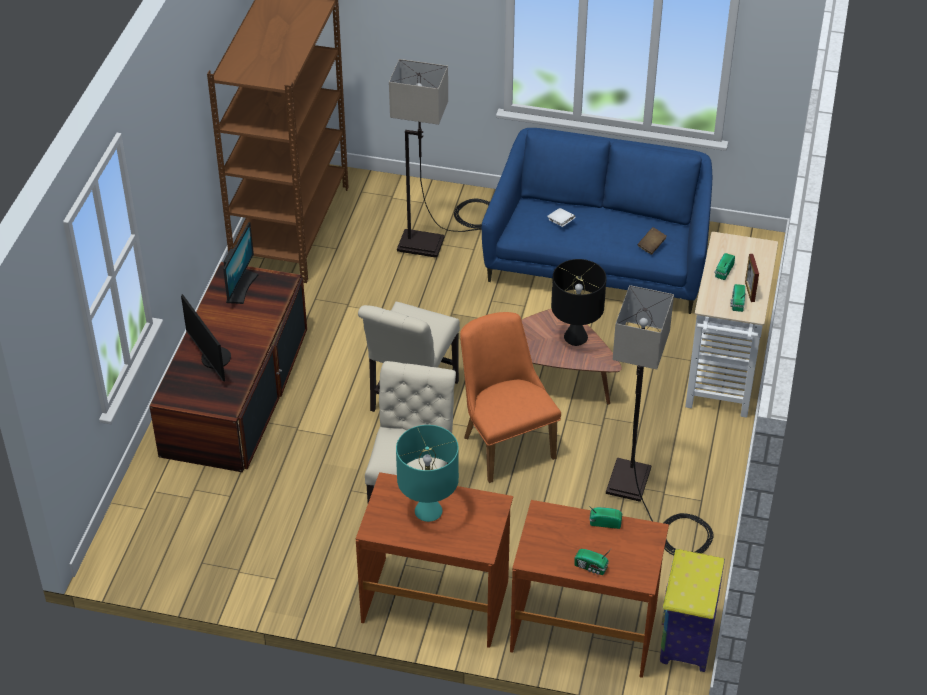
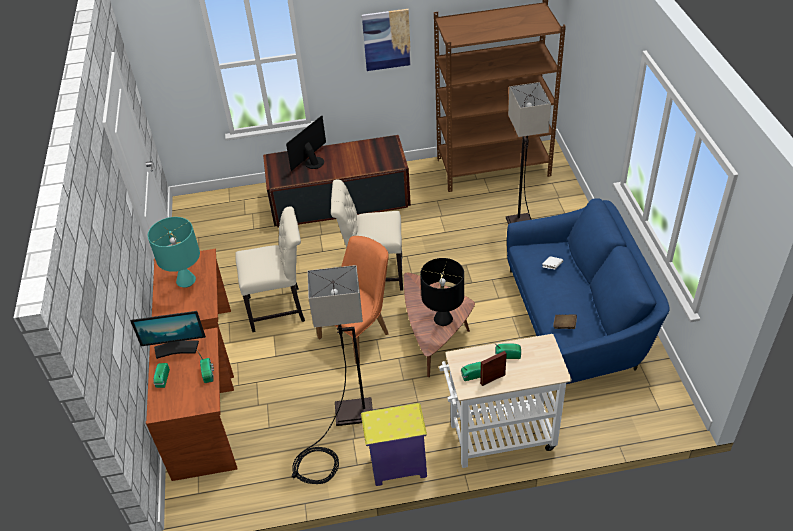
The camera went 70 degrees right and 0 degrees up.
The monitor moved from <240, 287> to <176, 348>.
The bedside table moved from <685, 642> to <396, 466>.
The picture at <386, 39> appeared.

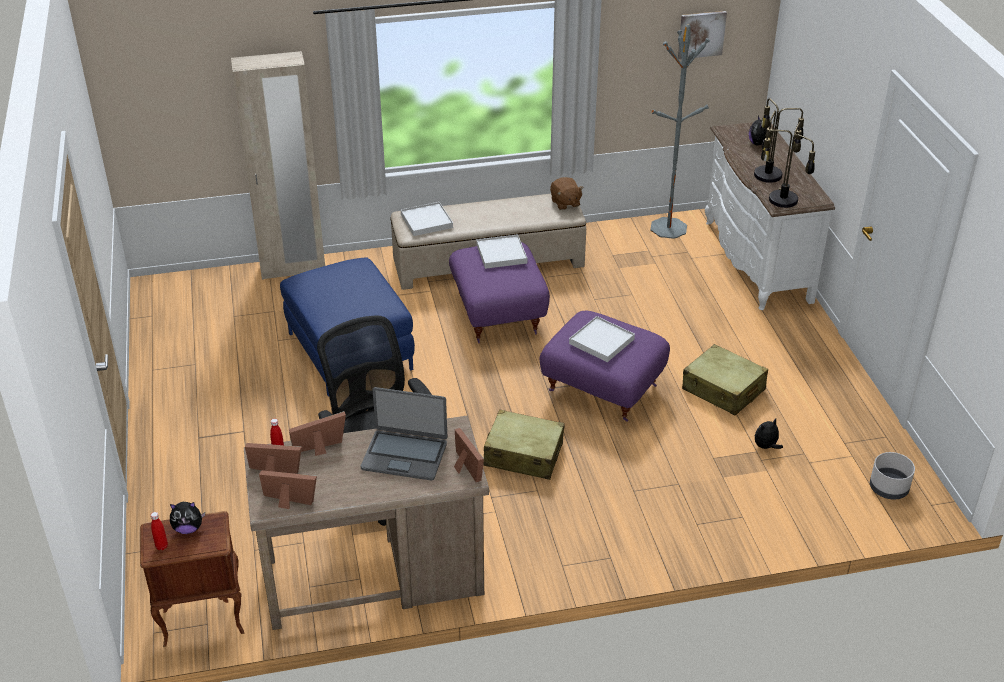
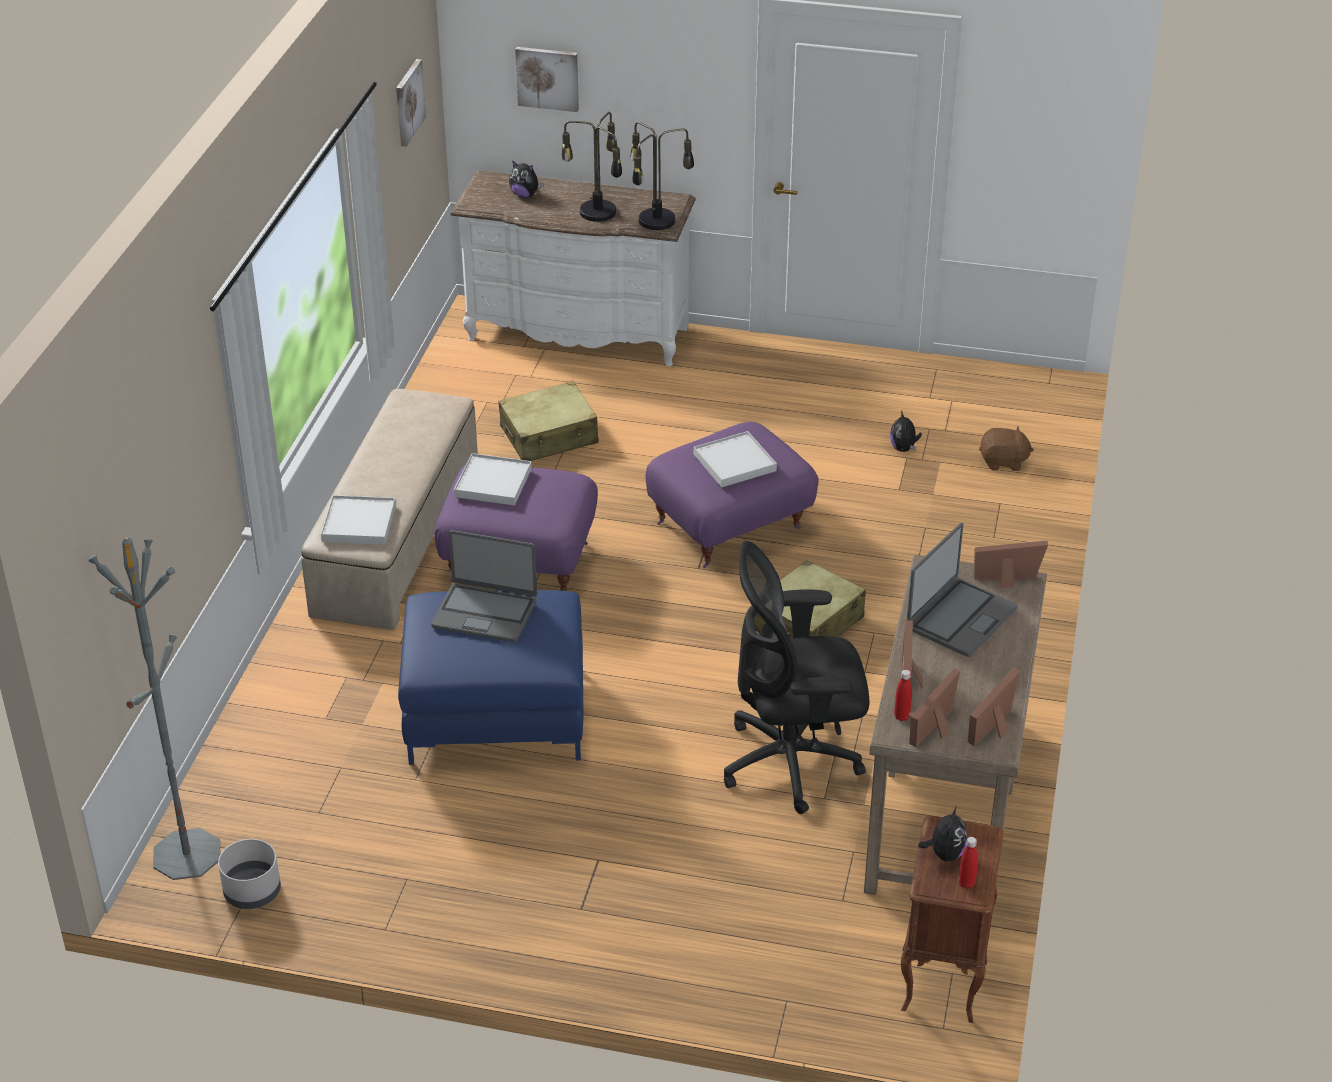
The camera went 65 degrees left and 0 degrees up.
The greyish garment rack moved from <668, 228> to <187, 854>.
The beige armoire at <293, 269> disappeared.
The brownish plush toy moved from <565, 203> to <1003, 462>.
The beige travel case moved from <723, 390> to <549, 436>.
The greyish planter moved from <888, 488> to <251, 891>.
The picture at <548, 78> appeared.
The laptop at <485, 613> appeared.

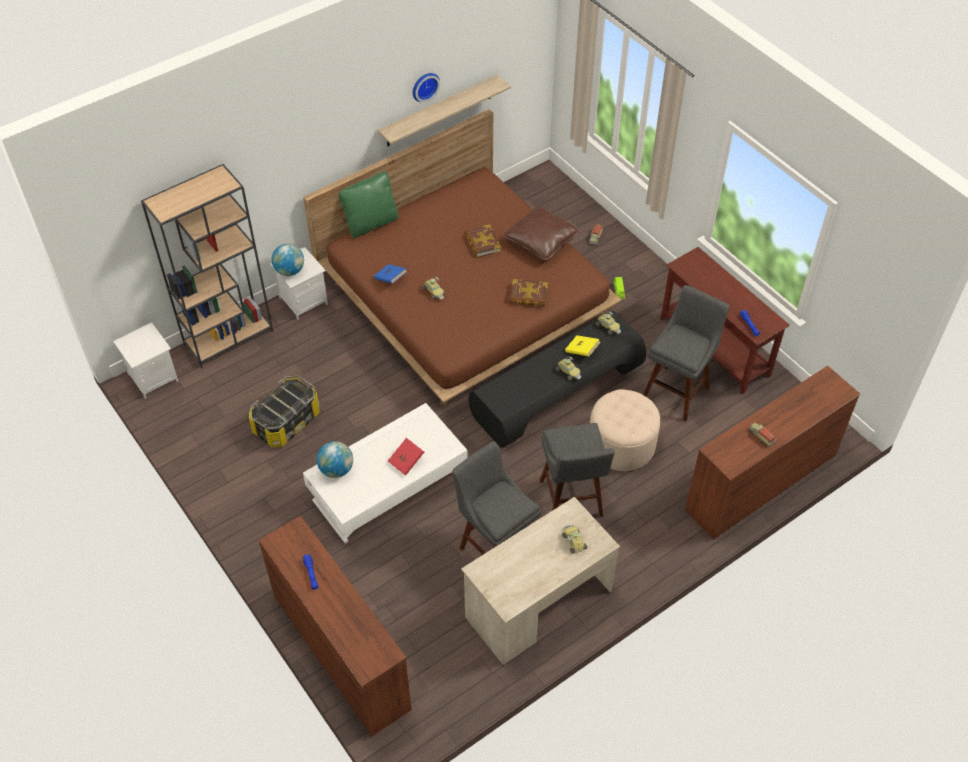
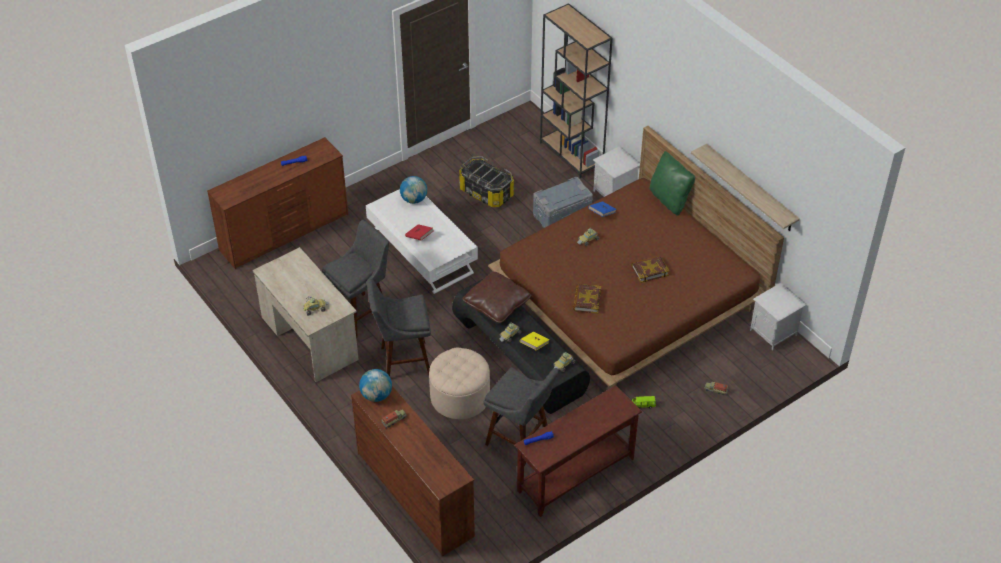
The camera went 90 degrees right and 5 degrees down.
The hanging clock at <424, 86> disappeared.
The brownish cushion moved from <541, 242> to <496, 304>.
The desk globe moved from <289, 271> to <376, 395>.
The greyish bedside table moved from <153, 377> to <774, 333>.
The greyish storage container at <562, 215> appeared.

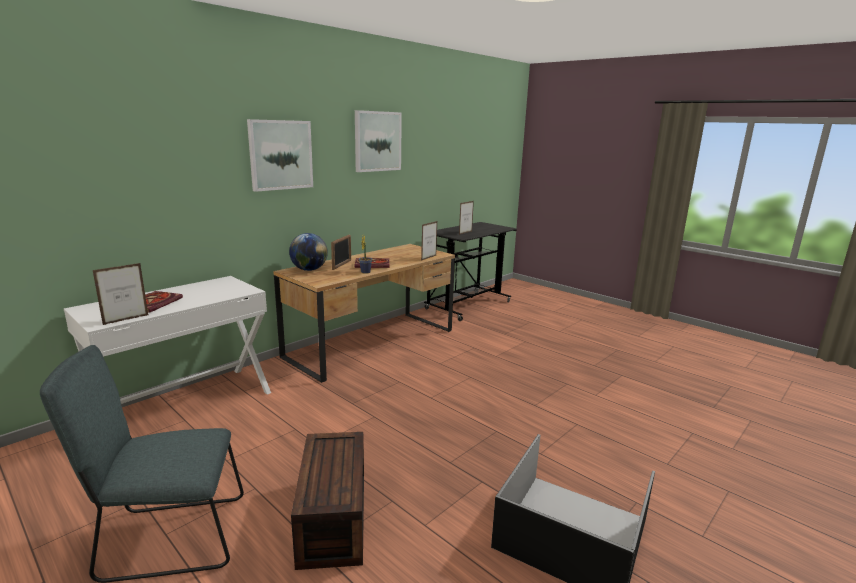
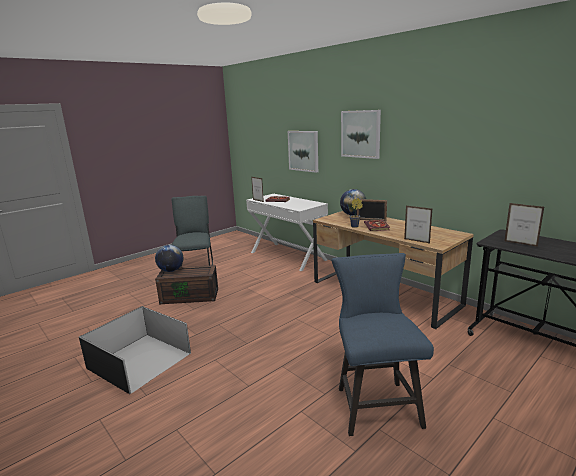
The camera went 95 degrees right and 0 degrees up.
The picture moved from <377, 141> to <303, 151>.
The desk globe at <171, 270> appeared.
The bluish plain chair at <375, 402> appeared.

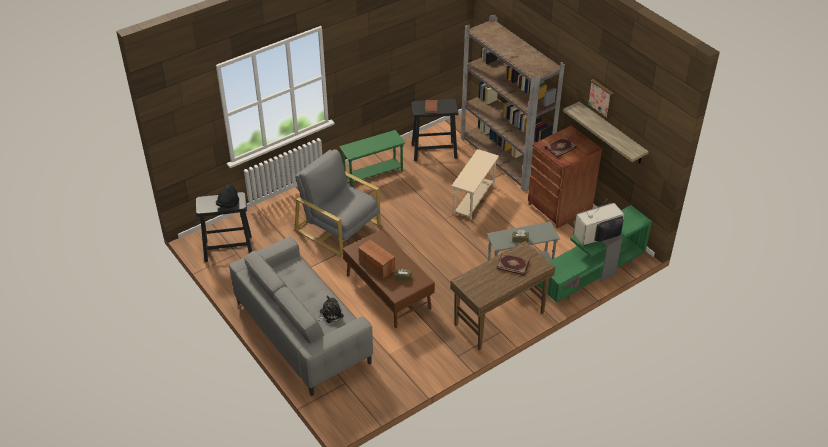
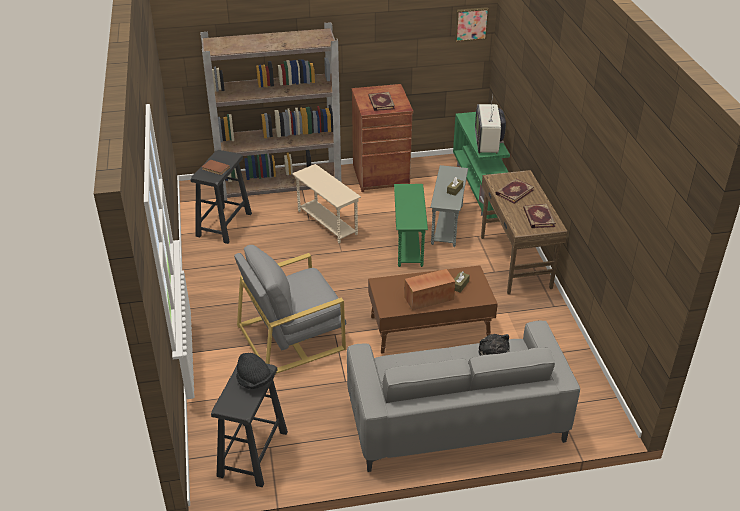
The camera went 65 degrees left and 5 degrees down.
The picture moved from <601, 98> to <471, 23>.
The bracket shelf at <611, 133> disappeared.
The green-coloured end table moved from <373, 173> to <408, 244>.
The book at <538, 217> appeared.

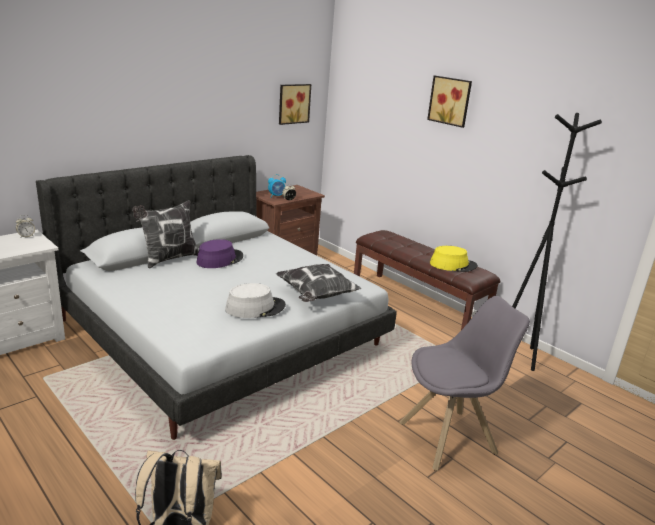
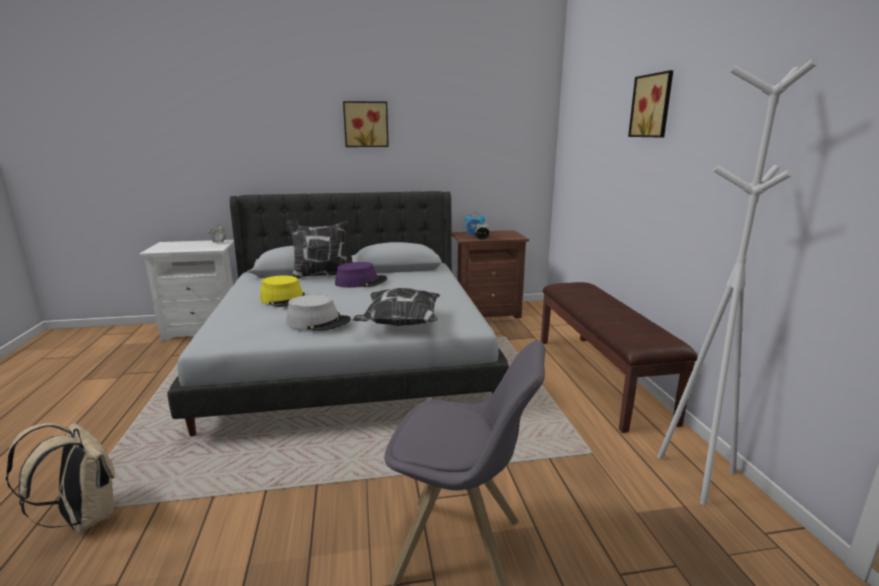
The camera went 35 degrees right and 5 degrees down.
The picture moved from <293, 103> to <366, 124>.
The black garment rack at <519, 356> became the white garment rack at <698, 477>.
The yellowish wearable hat moved from <453, 265> to <285, 299>.

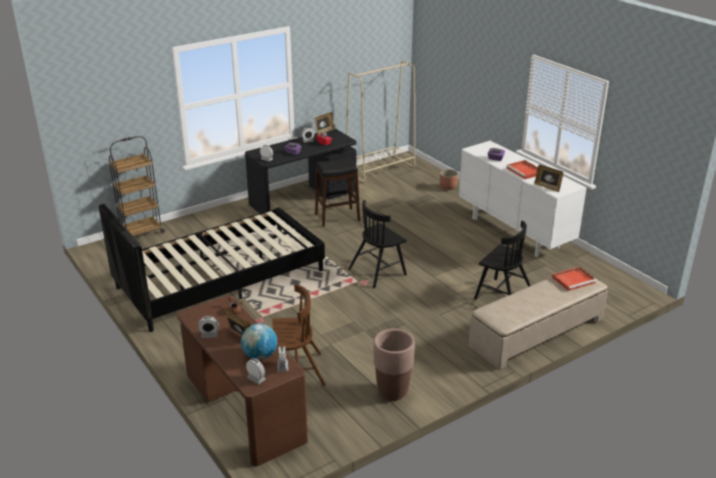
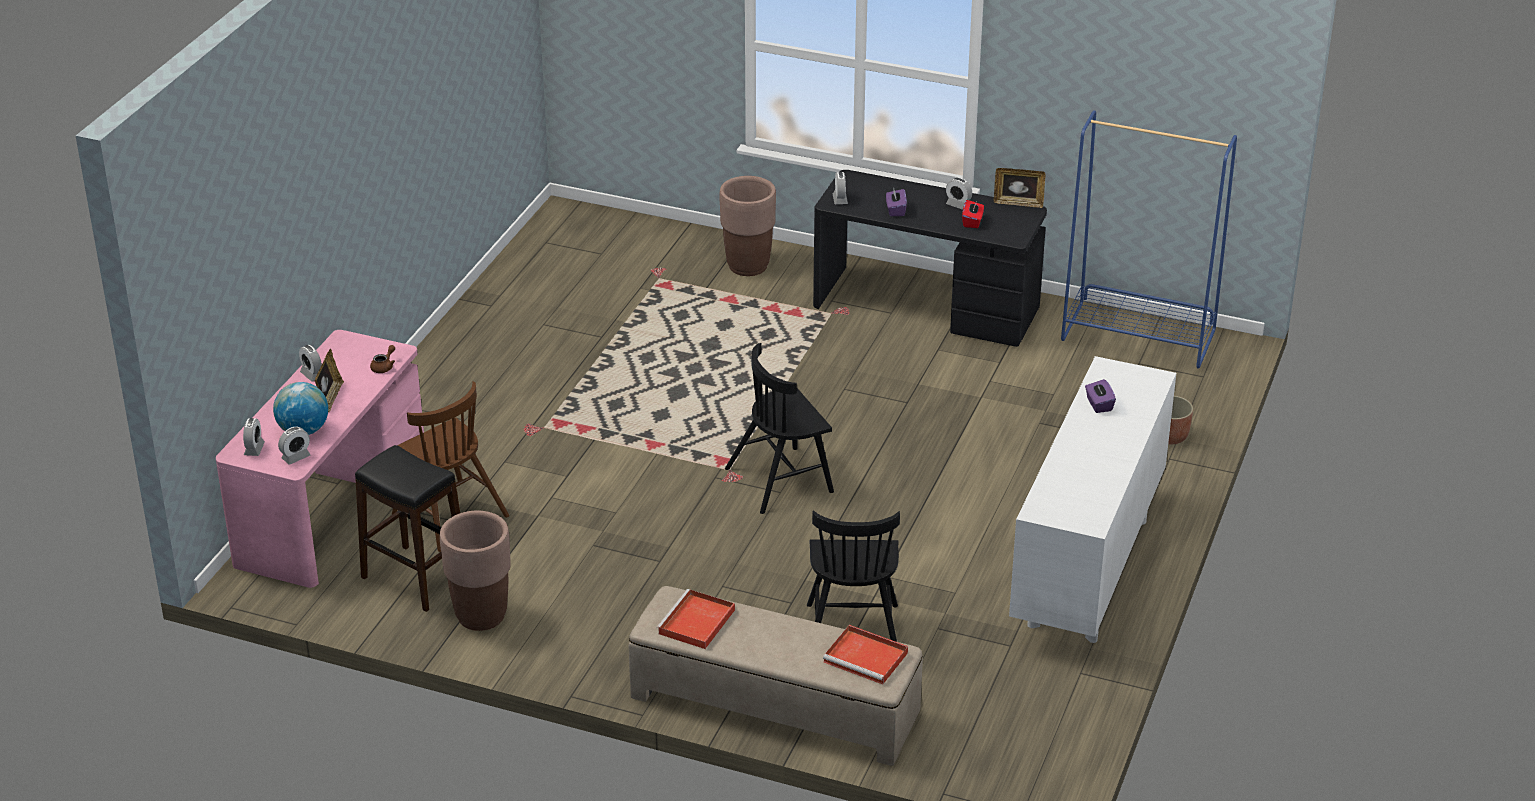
The camera went 55 degrees right and 5 degrees up.
The beige garment rack at <380, 169> became the bluish garment rack at <1138, 336>.
The brownish wheeled cart at <142, 234> disappeared.
The black sitting stool moved from <337, 217> to <415, 578>.
The red tray moved from <525, 171> to <696, 623>.
The picture frame at <547, 187> disappeared.
The black plain chair at <379, 271> turned 45 degrees counterclockwise.
The black sleeping bed at <220, 279> disappeared.
The brownish desk unit at <243, 408> became the pink desk unit at <331, 506>.
The brownish planter at <748, 266> appeared.

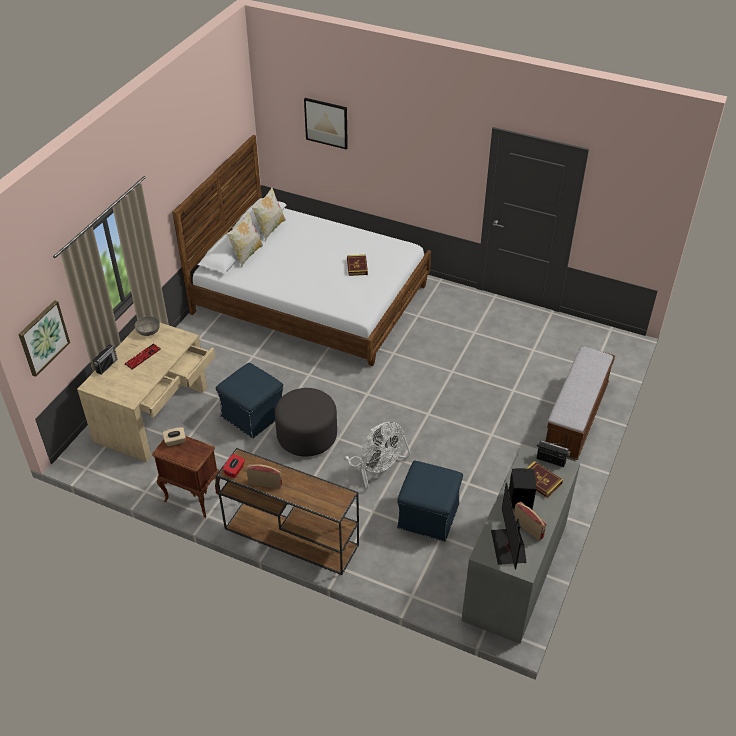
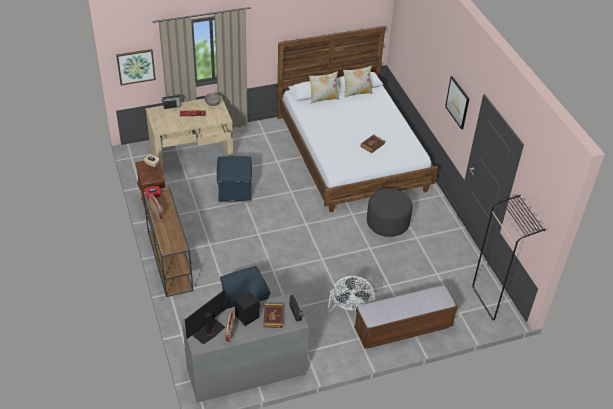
The camera went 45 degrees right and 0 degrees up.
The picture moved from <326, 123> to <457, 102>.
The greyish footrest moved from <307, 436> to <387, 223>.
The white cooling fan moved from <376, 468> to <349, 306>.
The black garment rack at <494, 301> appeared.

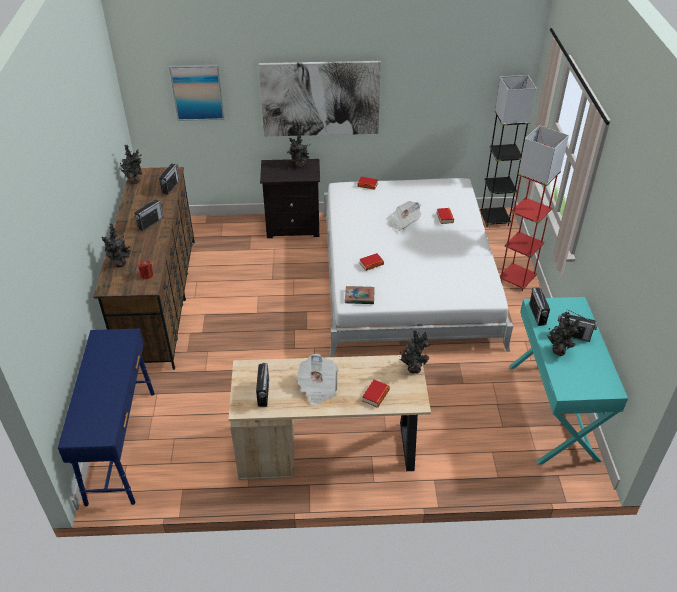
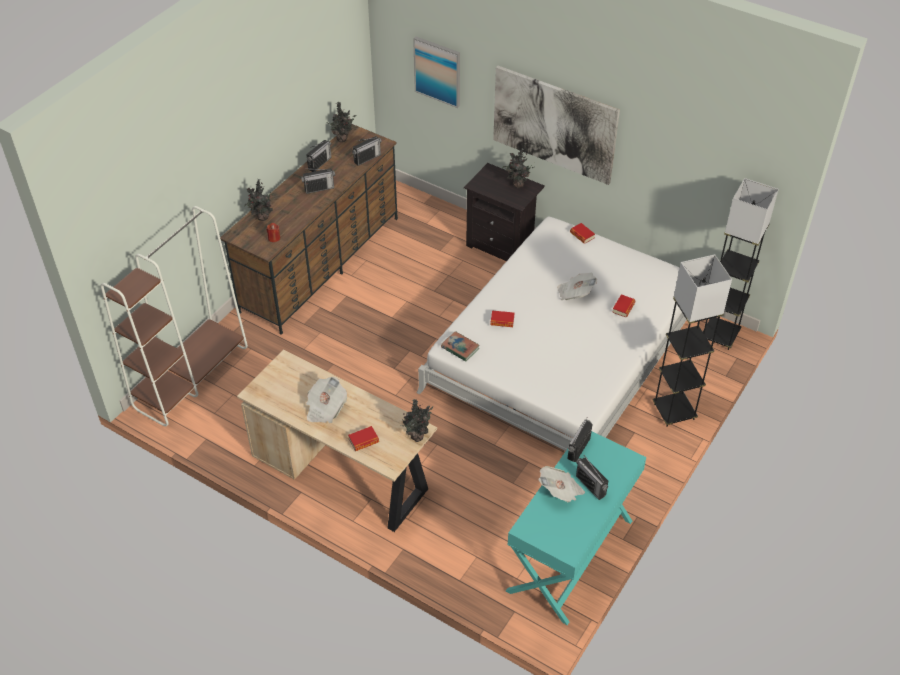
The camera went 35 degrees right and 5 degrees up.
The red standard lamp at <516, 279> became the greyish standard lamp at <674, 411>.
The houseplant at <559, 350> was replaced by the printed paper at <560, 491>.
The bluish console table at <122, 446> was replaced by the brownish garment rack at <192, 378>.
The radio set moved from <263, 393> to <319, 163>.

